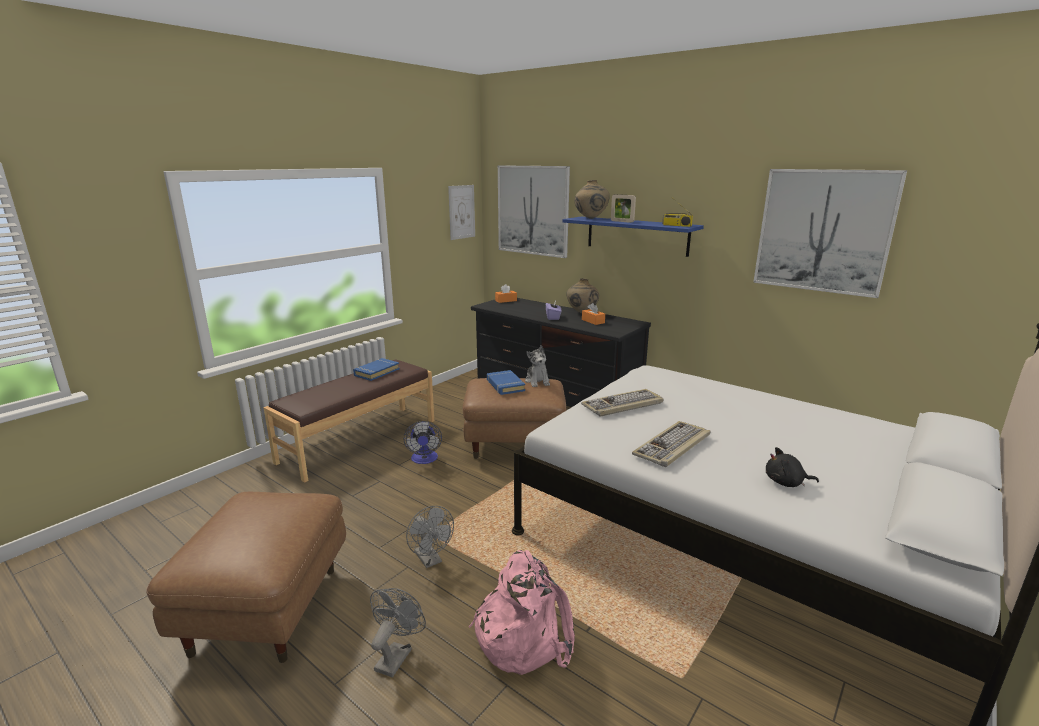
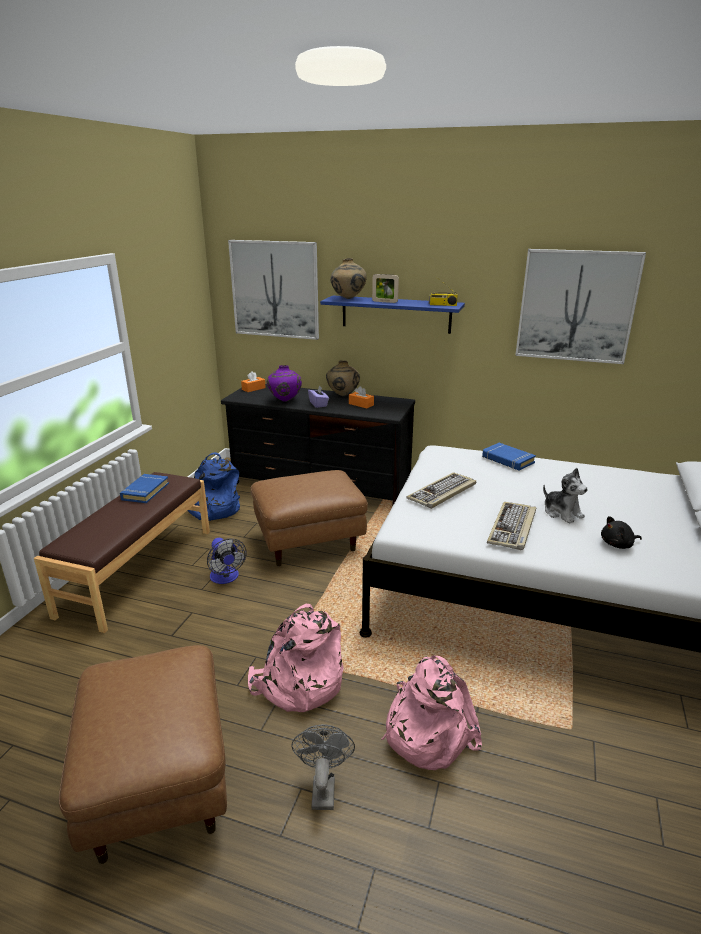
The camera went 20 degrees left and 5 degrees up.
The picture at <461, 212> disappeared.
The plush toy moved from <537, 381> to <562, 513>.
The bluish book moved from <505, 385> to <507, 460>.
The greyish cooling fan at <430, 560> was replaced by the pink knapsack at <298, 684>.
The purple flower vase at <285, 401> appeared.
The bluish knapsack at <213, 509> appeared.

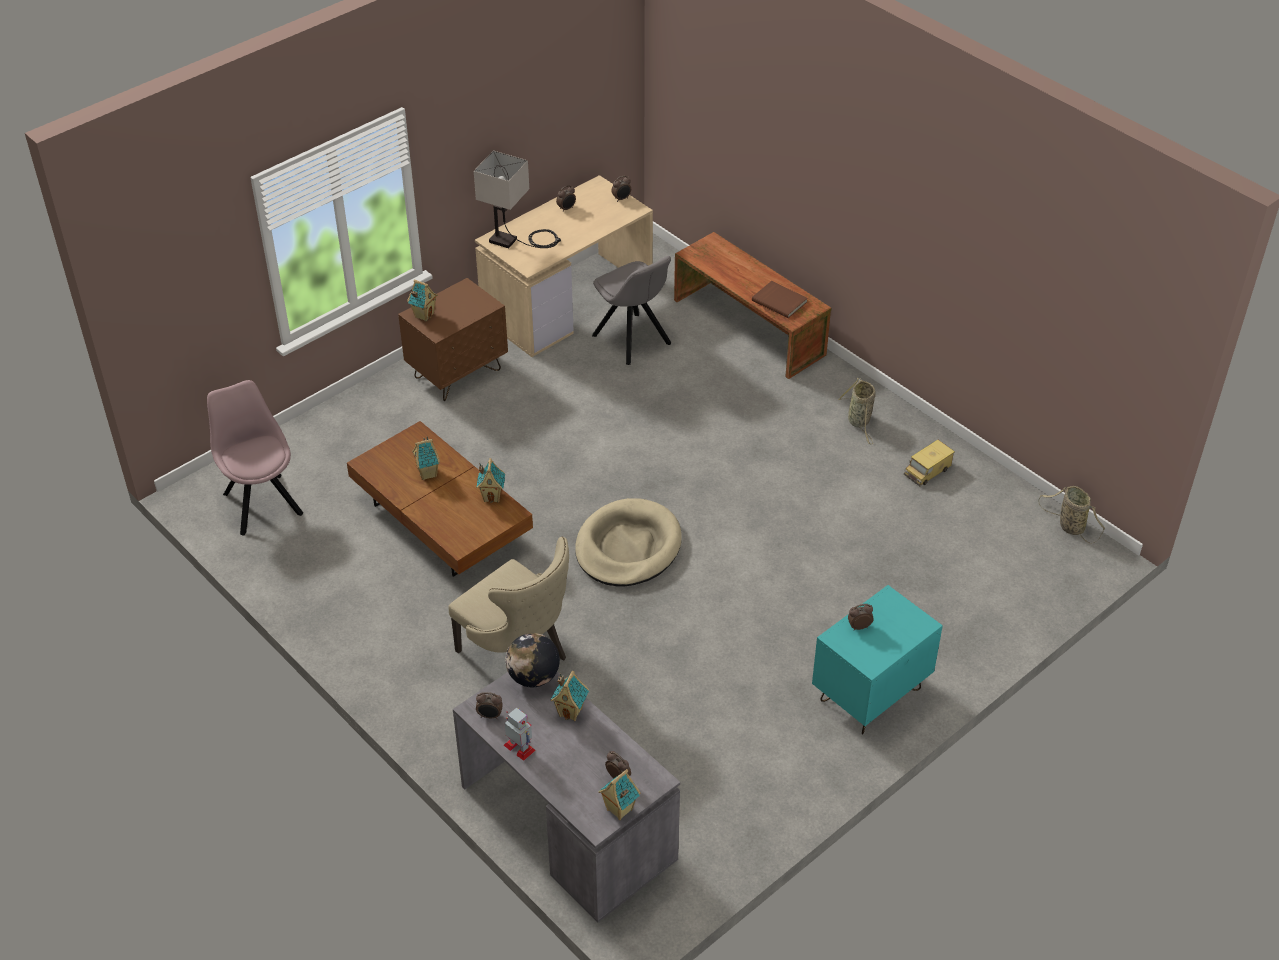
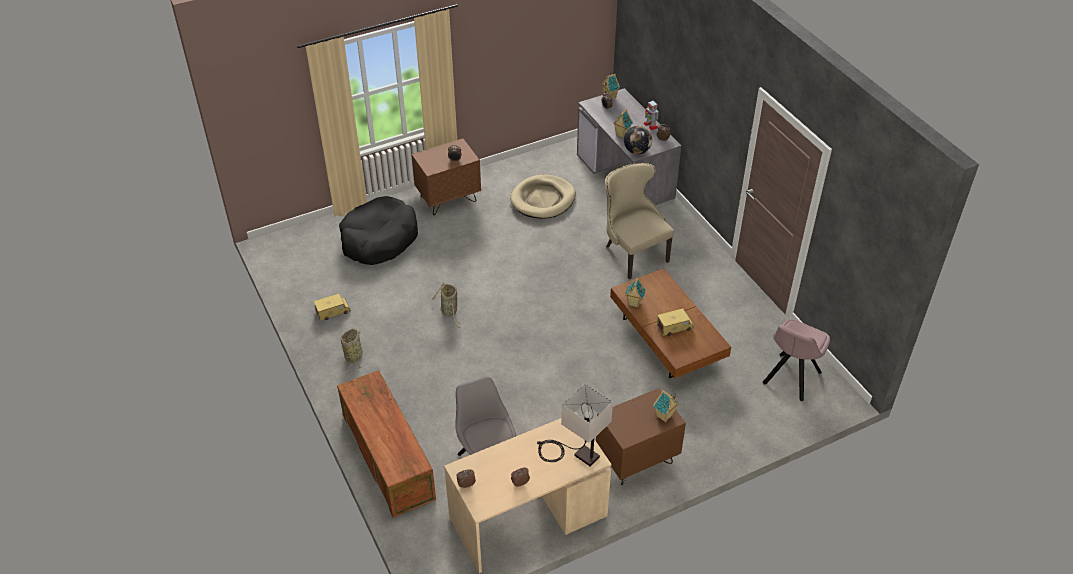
The camera went 165 degrees left and 0 degrees up.
The brownish book at <780, 301> disappeared.
The pink plain chair at <262, 504> turned 45 degrees clockwise.
The model house at <428, 473> was replaced by the toy truck at <674, 327>.
The storage basket moved from <1069, 525> to <449, 312>.
The beige dog bed moved from <628, 547> to <543, 199>.
The turquoise-coloured bedside table at <870, 696> became the brownish bedside table at <448, 199>.
The black dog bed at <379, 240> appeared.

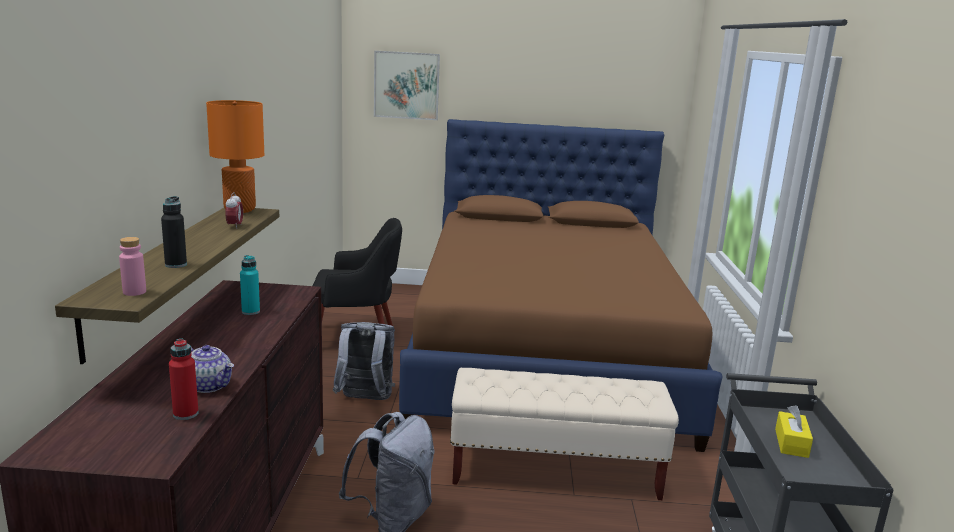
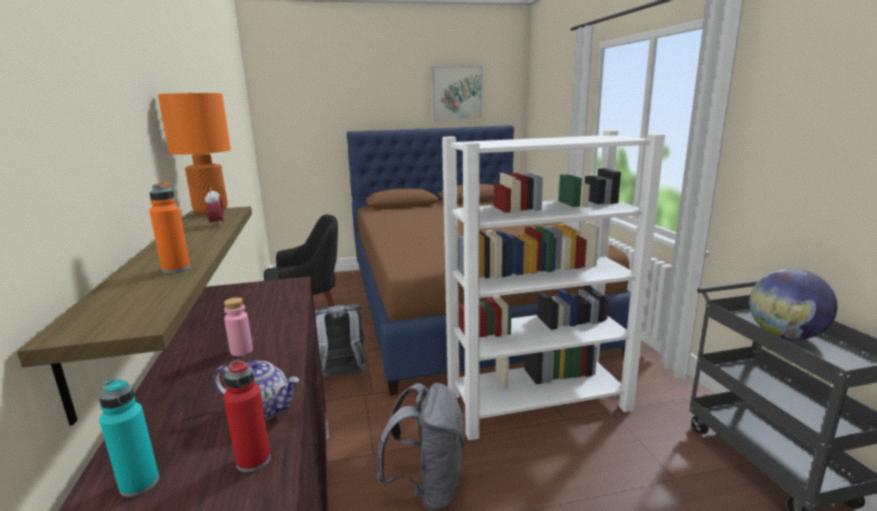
The camera went 15 degrees left and 0 degrees up.
The picture moved from <406, 85> to <457, 93>.
The black drink bottle at <176, 265> became the orange drink bottle at <176, 269>.
The pink drink bottle moved from <134, 292> to <241, 351>.
The turquoise-coloured drink bottle moved from <250, 312> to <139, 483>.
The beige long seat at <555, 471> was replaced by the white bookshelf at <537, 402>.
The yellowish tissue holder at <791, 443> was replaced by the desk globe at <784, 336>.

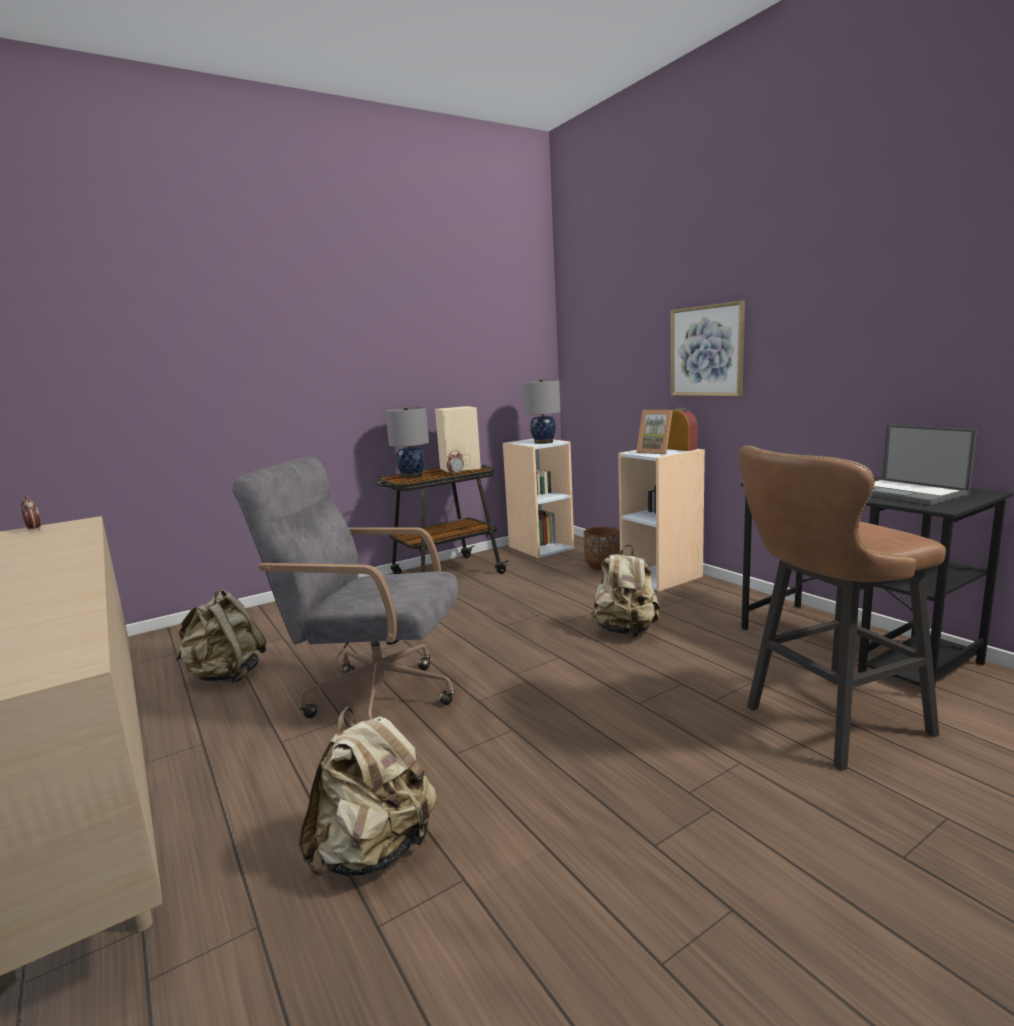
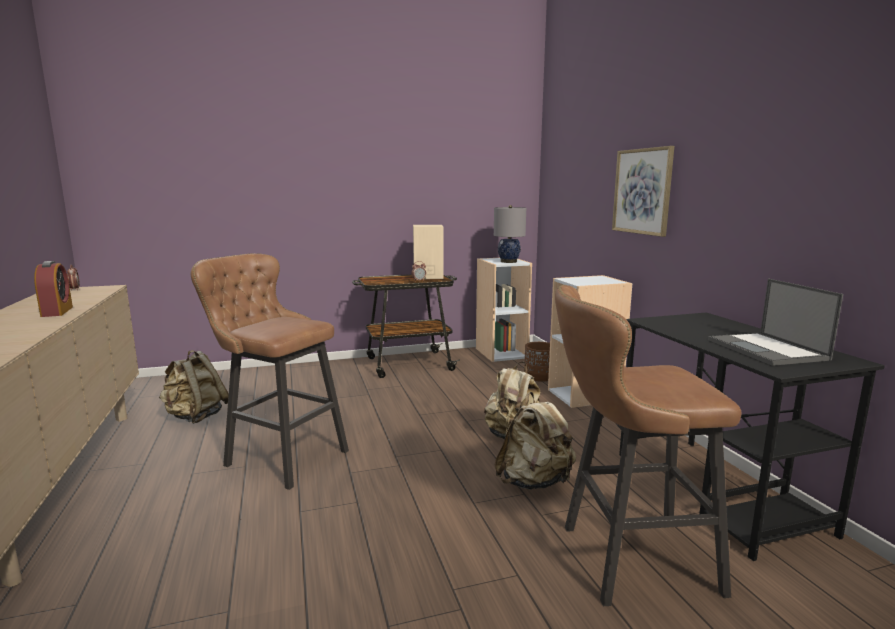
The camera went 15 degrees right and 0 degrees up.
The greyish table lamp at <412, 476> disappeared.
The table clock moved from <679, 449> to <57, 311>.
The picture frame at <656, 452> disappeared.
The greyish computer chair at <373, 698> was replaced by the brownish sitting stool at <277, 454>.
The beige knapsack moved from <375, 851> to <534, 482>.

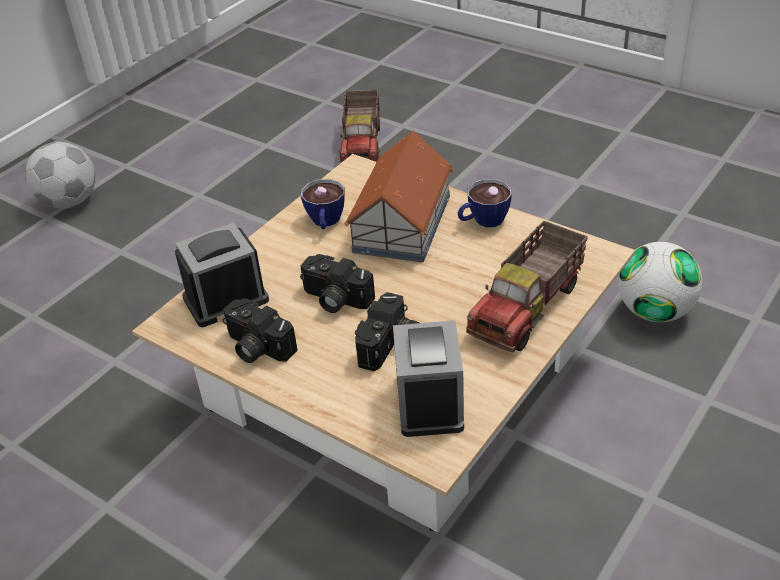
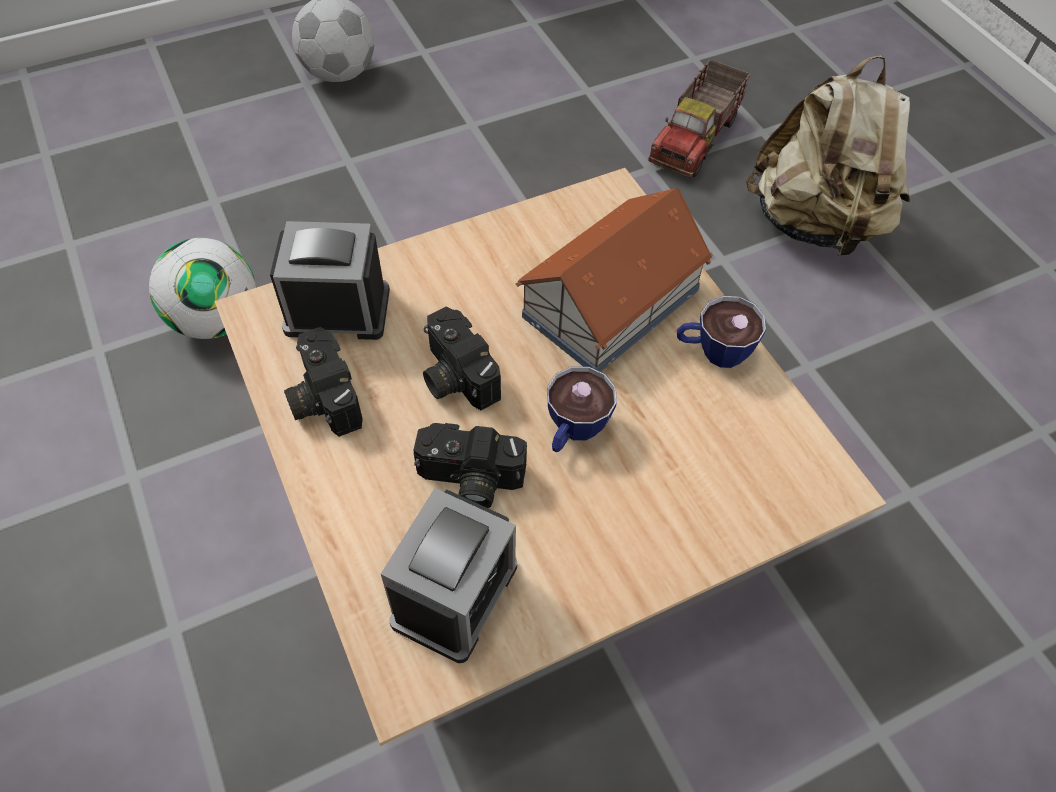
The camera went 25 degrees right and 15 degrees up.
The drinking cup moved from <325, 223> to <573, 431>.
The toy truck at <528, 308> disappeared.
The football ball moved from <654, 311> to <216, 320>.
The photo camera at <390, 345> turned 45 degrees clockwise.
The beige knapsack at <814, 224> appeared.

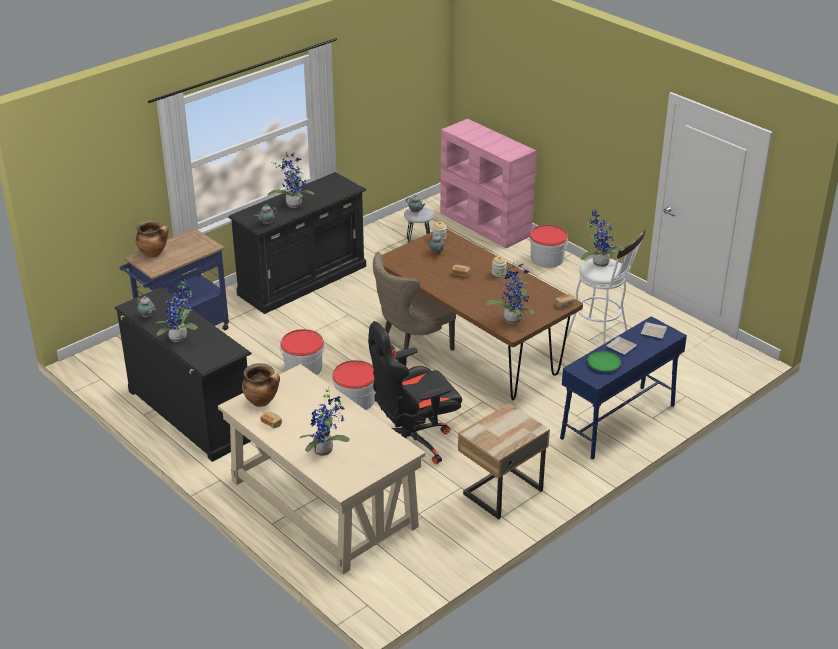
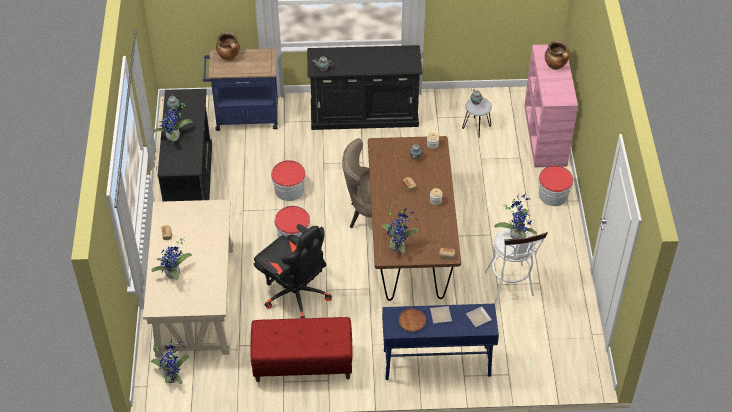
The camera went 40 degrees right and 15 degrees up.
The houseplant moved from <293, 203> to <173, 376>.
The black computer chair at <414, 442> turned 150 degrees counterclockwise.
The green-coloured dinner plate at <603, 364> became the brownish dinner plate at <412, 321>.
The saucepot moved from <262, 401> to <555, 66>.
The beige bedside table at <500, 492> was replaced by the red long seat at <302, 364>.

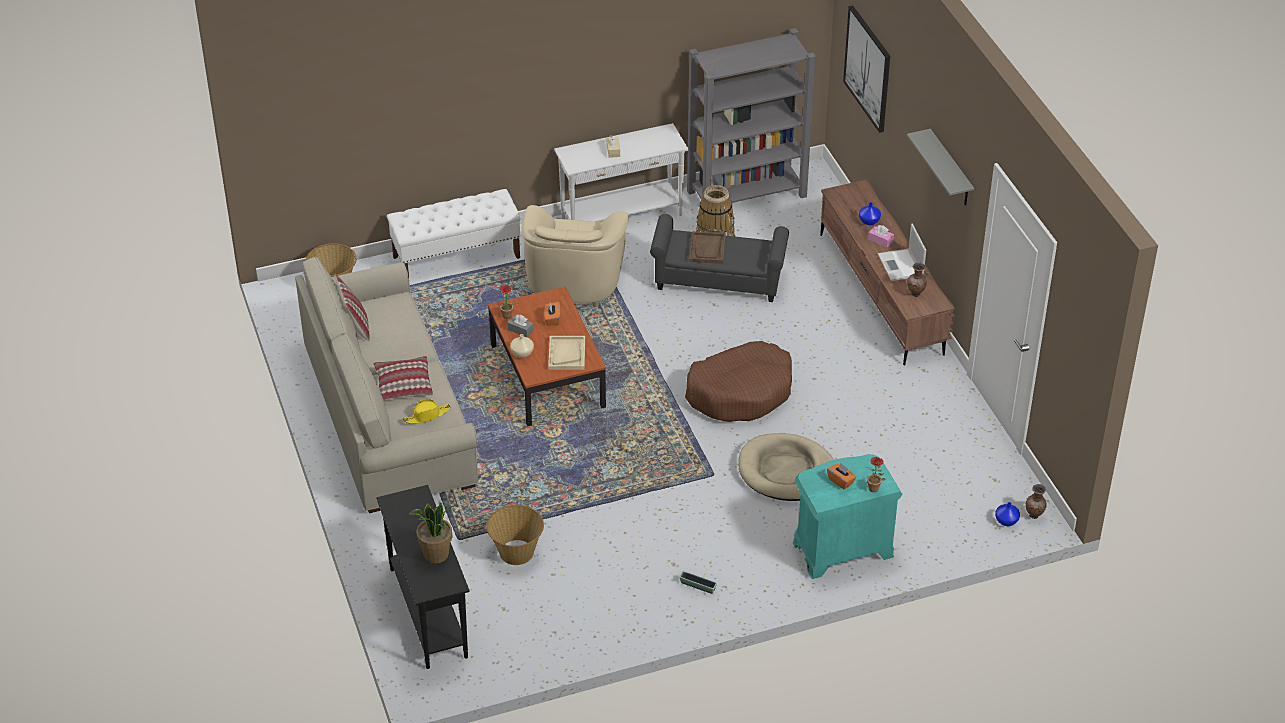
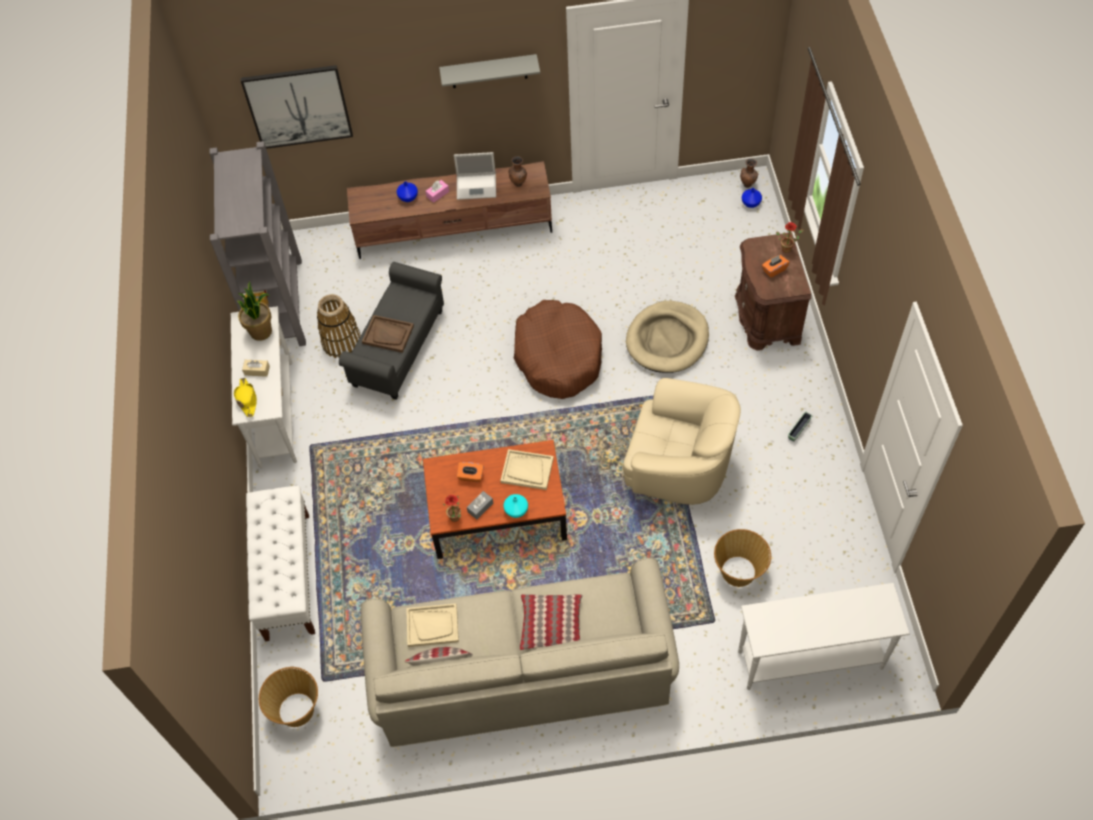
The camera went 75 degrees left and 15 degrees up.
The beige lounge chair moved from <574, 281> to <678, 466>.
The beige flower vase at <522, 353> became the turquoise-coloured flower vase at <516, 510>.
The yellowish wearable hat moved from <427, 415> to <247, 399>.
The turquoise-coloured bedside table at <840, 547> became the brownish bedside table at <765, 318>.
The black console table at <427, 612> became the white console table at <809, 661>.
The houseplant moved from <436, 554> to <261, 331>.
The beige tray at <432, 625> appeared.

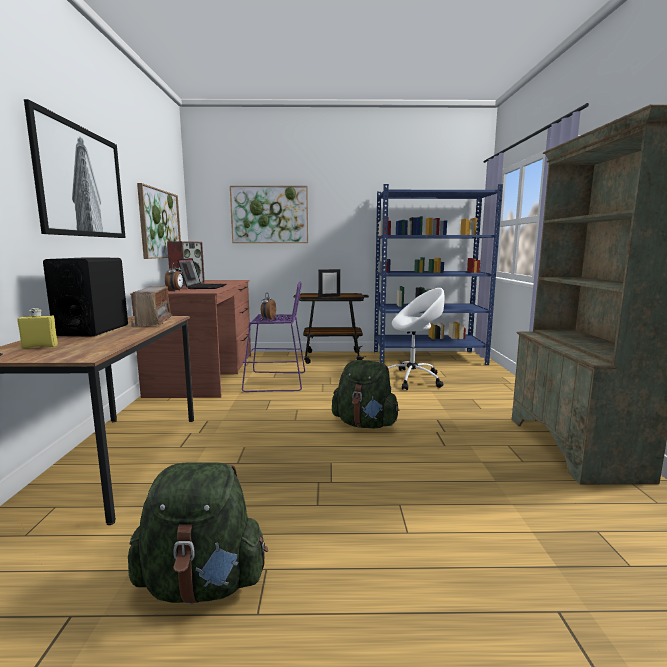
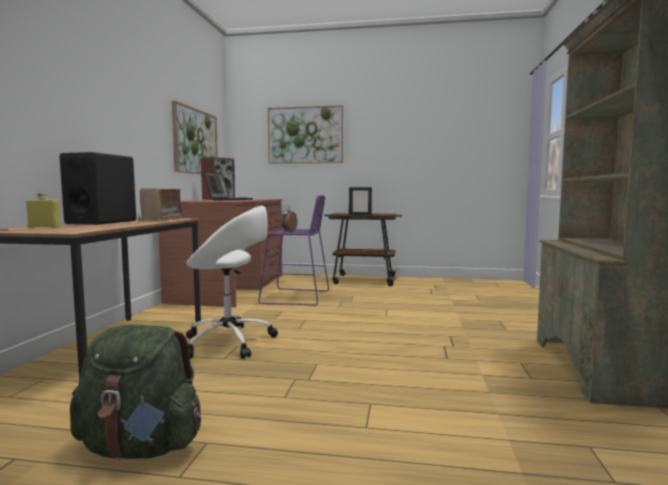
The camera went 10 degrees right and 5 degrees down.
The picture at <80, 182> disappeared.
The bluish bookshelf at <428, 358> disappeared.
The table clock at <176, 291> disappeared.
The white computer chair moved from <413, 379> to <230, 342>.
The green-coloured knapsack at <365, 424> disappeared.

